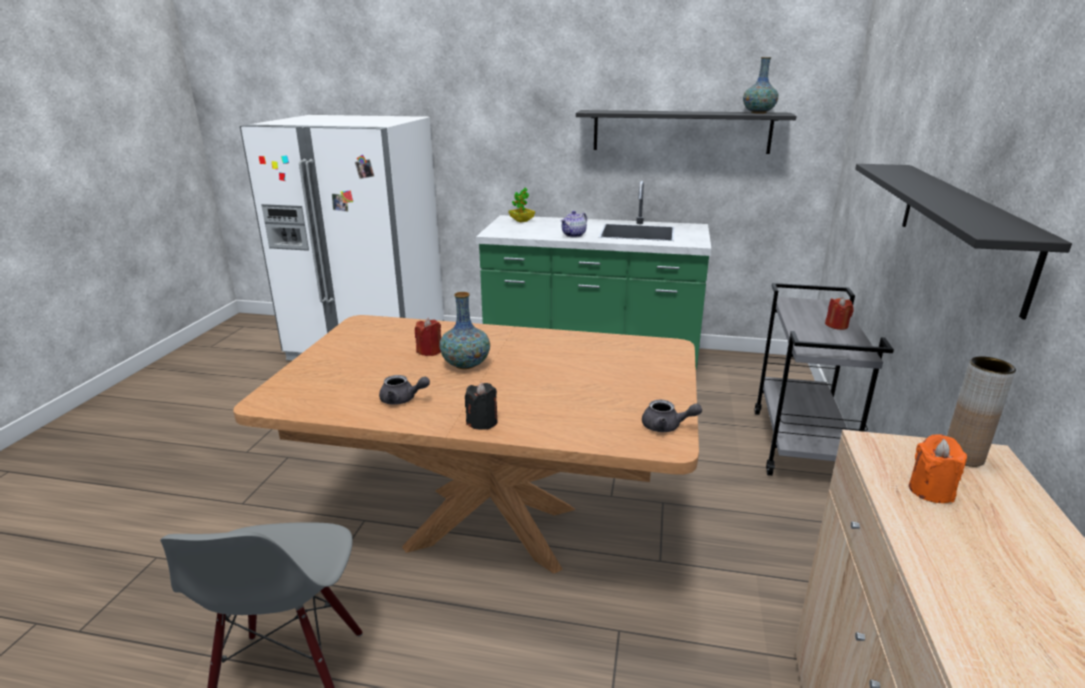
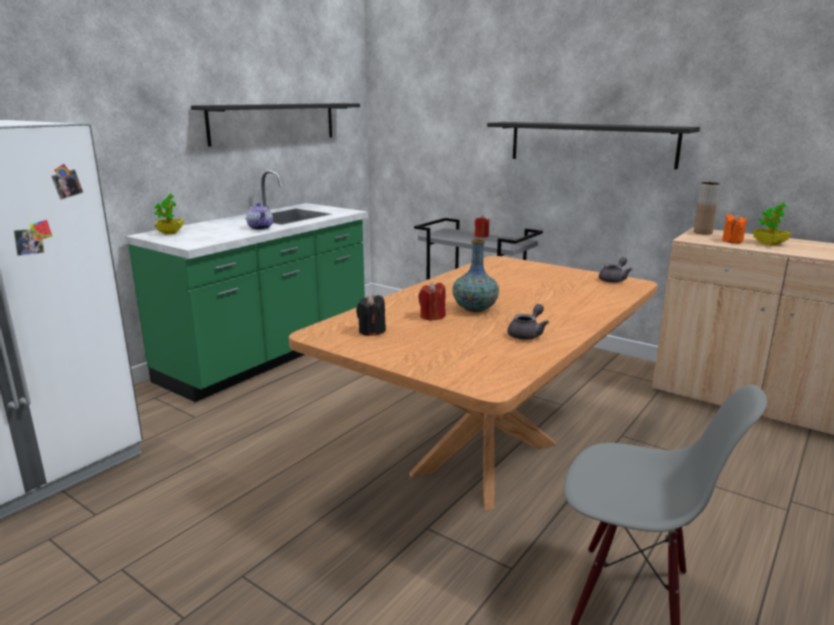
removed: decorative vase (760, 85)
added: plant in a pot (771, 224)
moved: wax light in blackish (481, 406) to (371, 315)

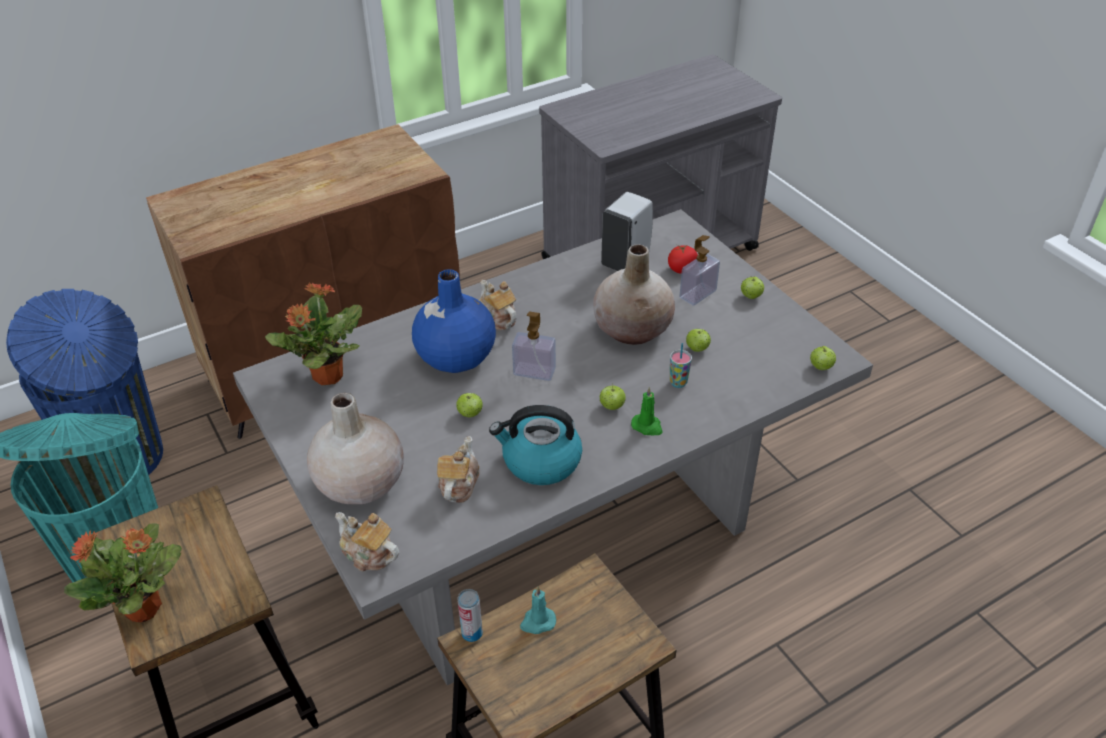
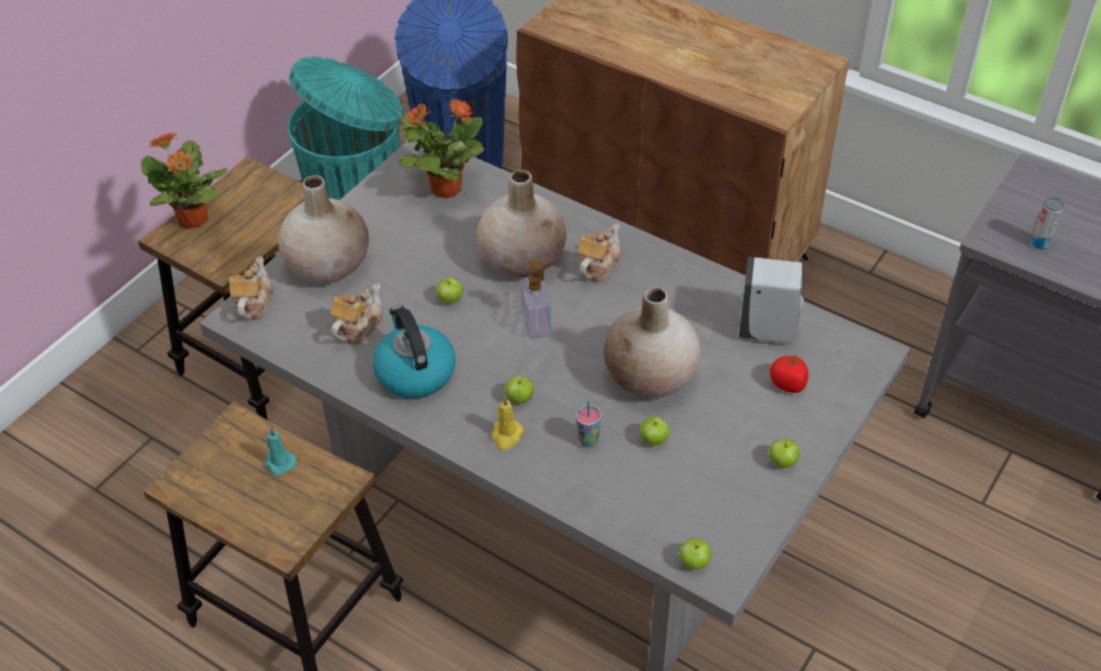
removed: soap dispenser (699, 270)
moved: metal can (470, 615) to (1047, 223)
recoloured: decorative vase in blue (454, 321) to decorative vase in sand-coloured (522, 223); wax light in green (647, 410) to wax light in yellowish (508, 423)
turned: pot for tea (458, 469) = (356, 314) 45 degrees counterclockwise

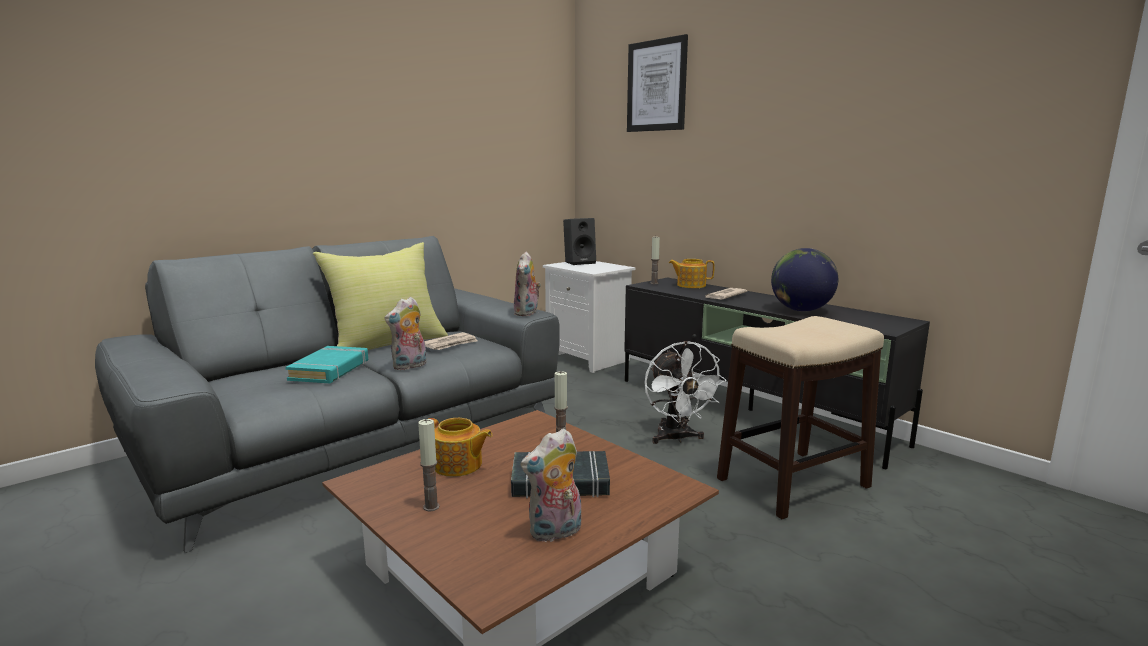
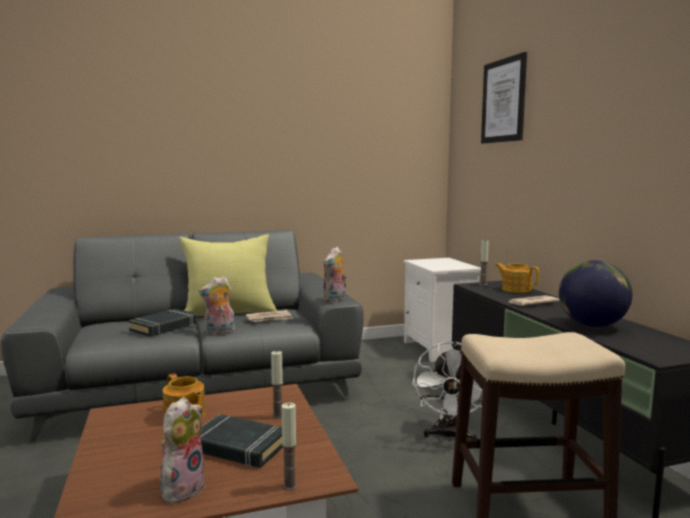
removed: speaker in blackish (579, 241)
moved: wax light (429, 465) to (289, 446)
recoloured: volume in turquoise-coloured (326, 364) to volume in blackish (162, 323)
turned: cuddly toy (551, 485) = (183, 450) 120 degrees clockwise

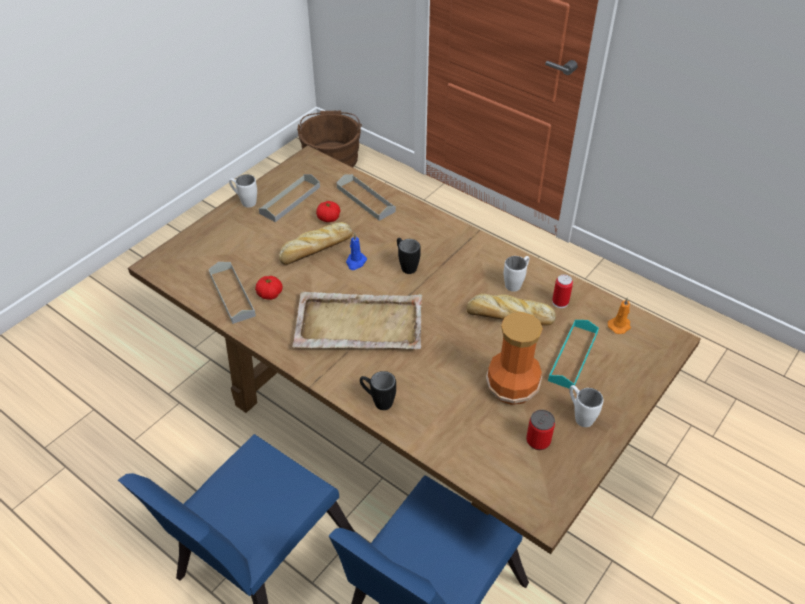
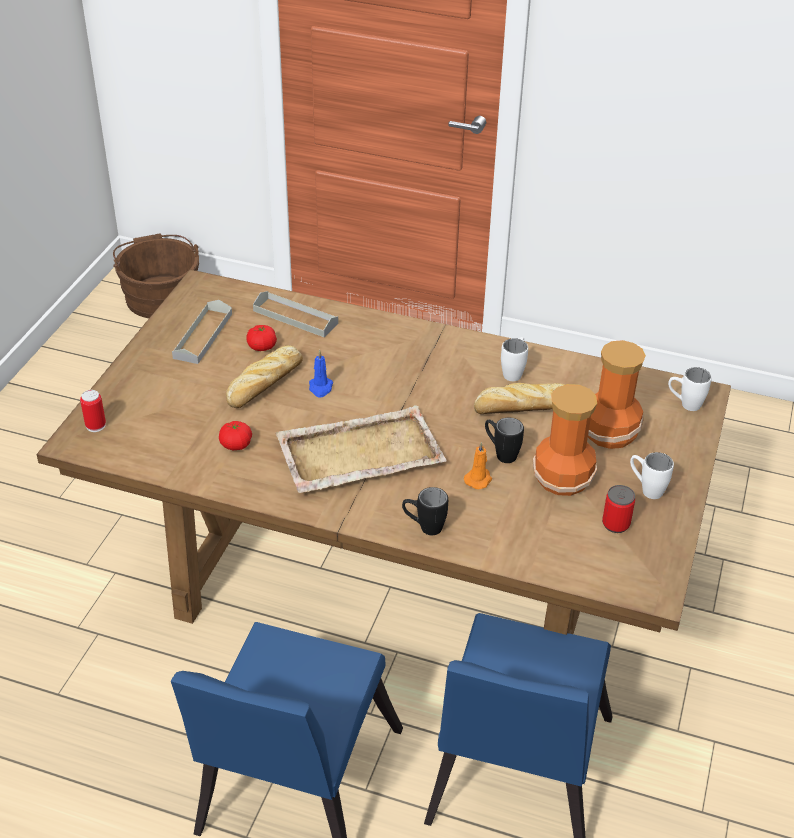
removed: serving tray in grey (232, 293)
moved: mug in whitish (243, 191) to (690, 389); mug in blackish (409, 256) to (504, 440); metal can (562, 291) to (93, 411); wax light in orange (619, 315) to (478, 465)
replaced: serving tray in turquoise-coloured (573, 354) to decorative vase (617, 394)

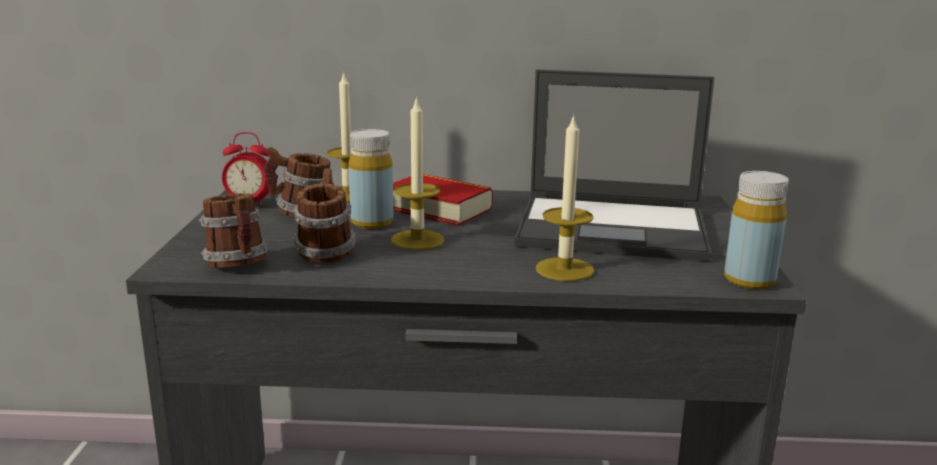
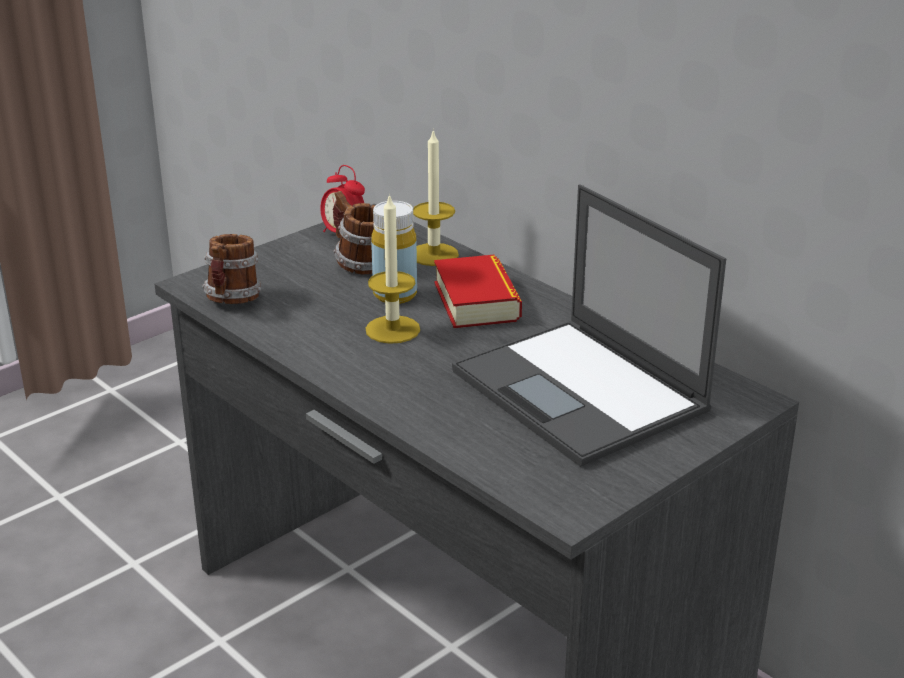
removed: wax light (565, 197); mug (324, 215); drink bottle in yellowish (756, 230)

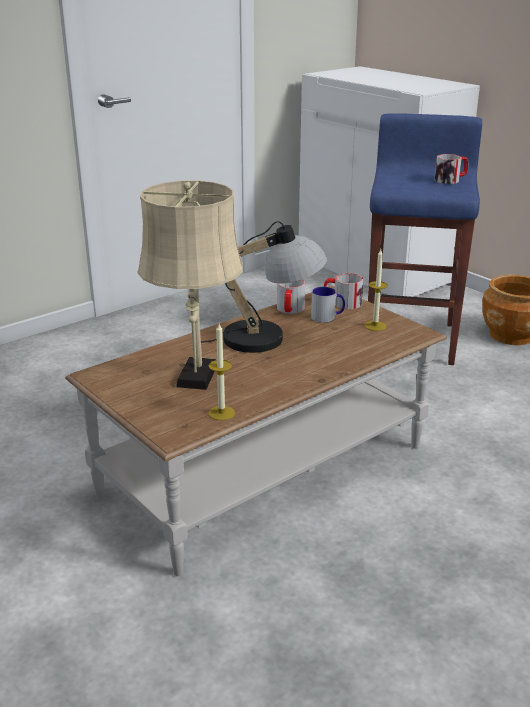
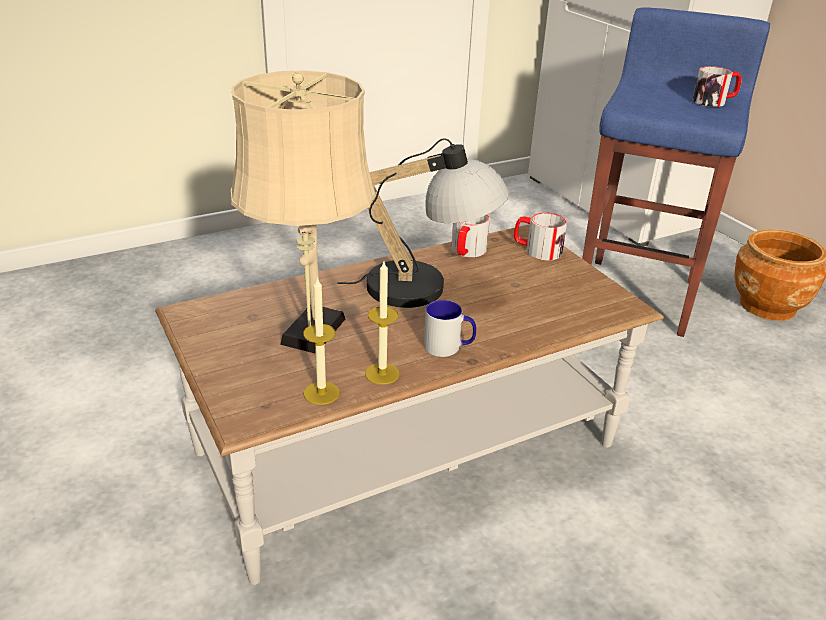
moved: wax light (376, 290) to (382, 323); mug (328, 305) to (450, 328)

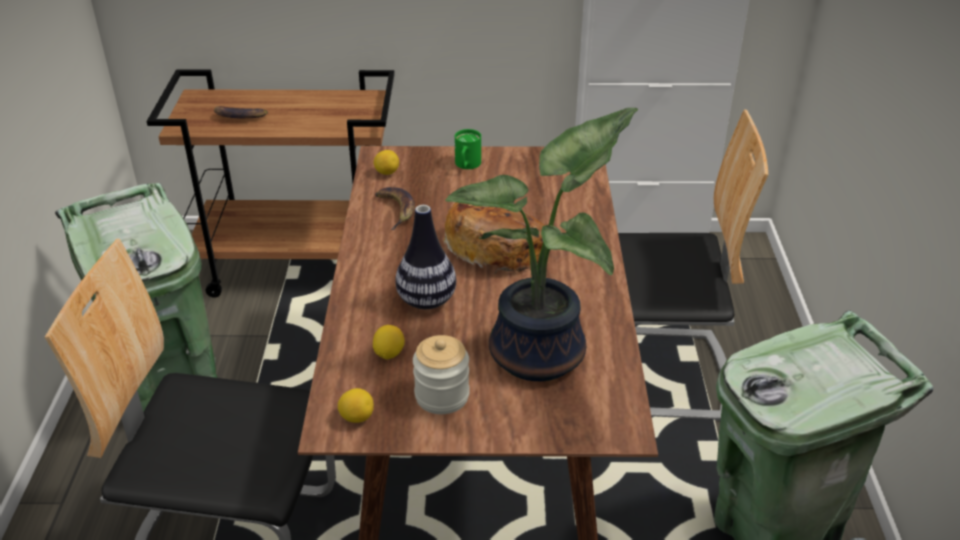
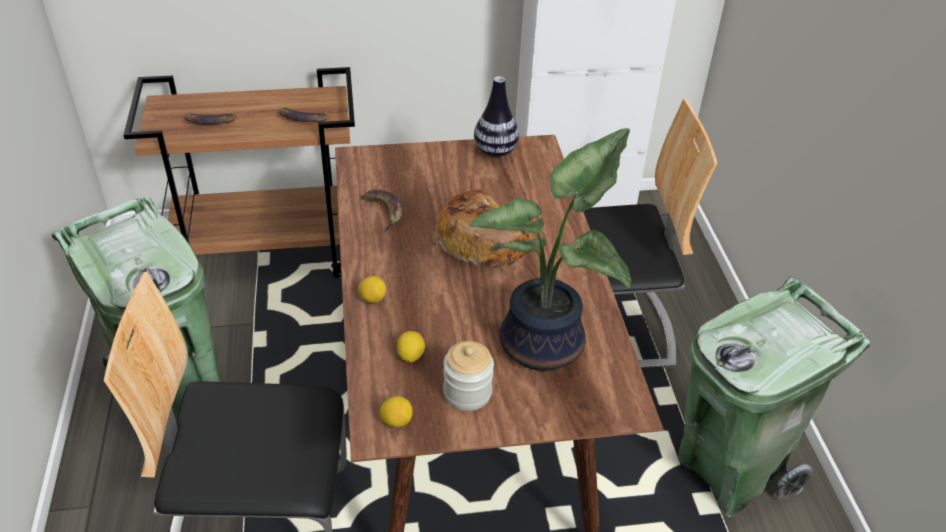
removed: mug in green (468, 149)
added: whole banana (304, 114)
moved: citrus fruit (386, 162) to (372, 289); decorative vase (425, 257) to (496, 116)

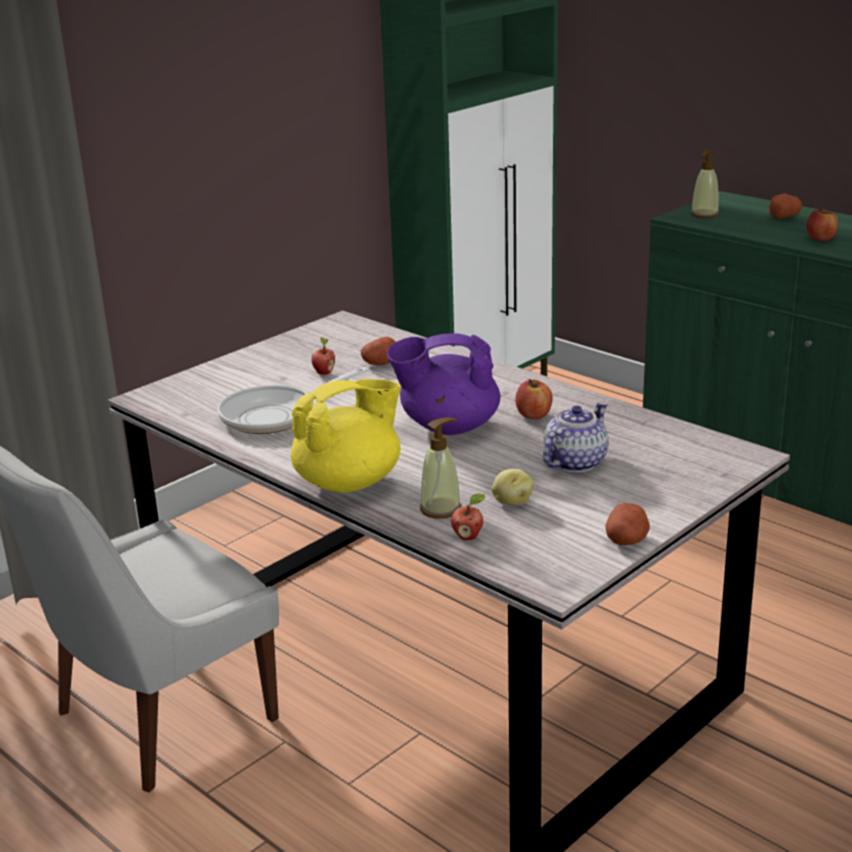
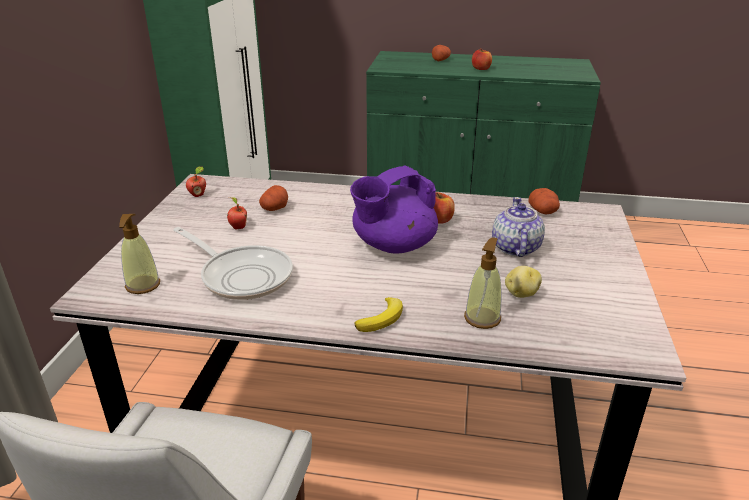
moved: soap dispenser (705, 184) to (139, 254); whole apple (468, 516) to (196, 182); potato (627, 524) to (544, 201)
replaced: pot for tea in yellowish (346, 436) to whole banana (378, 314)
turned: frying pan (294, 400) = (233, 263) 75 degrees counterclockwise

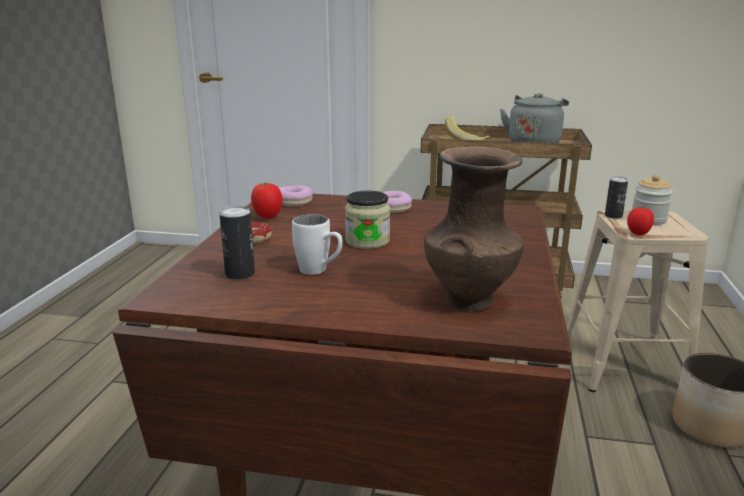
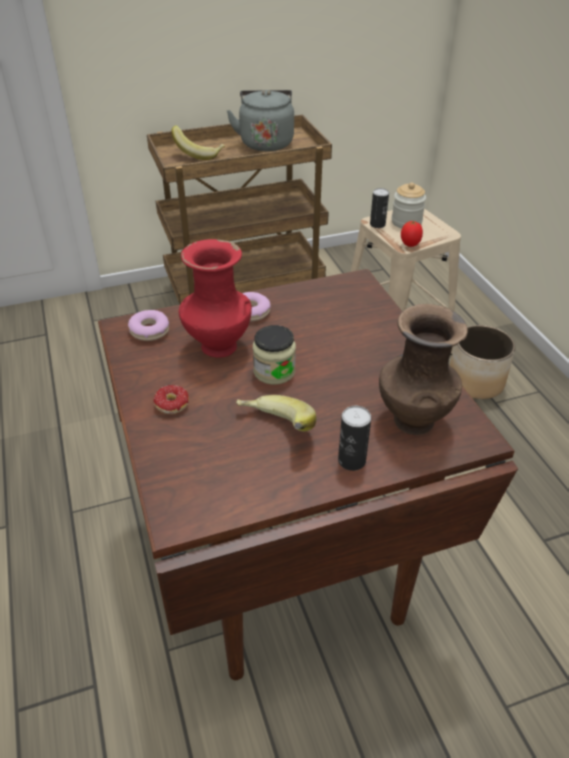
removed: tomato (267, 201)
added: decorative vase in reddish (215, 298)
moved: metal can (237, 243) to (354, 438)
replaced: mug in whitish (317, 244) to whole banana (276, 413)

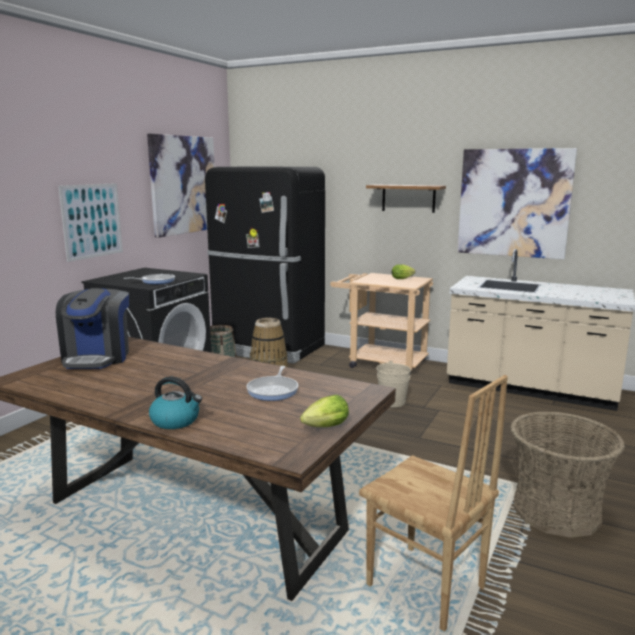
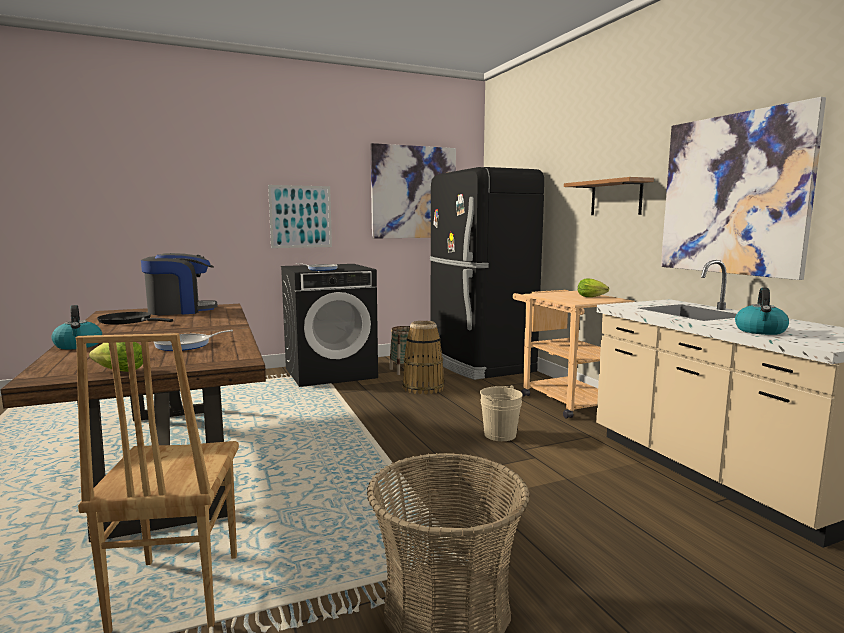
added: tea kettle (762, 311); frying pan in blackish (135, 318)
turned: coffee machine (92, 328) = (179, 284) 150 degrees counterclockwise

